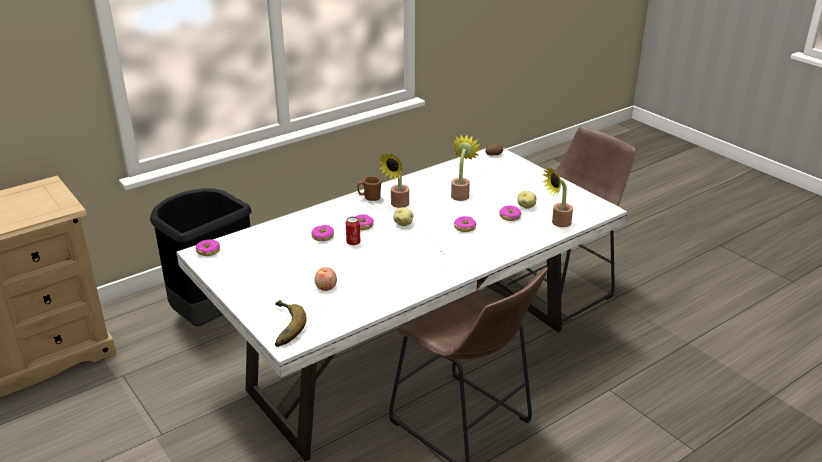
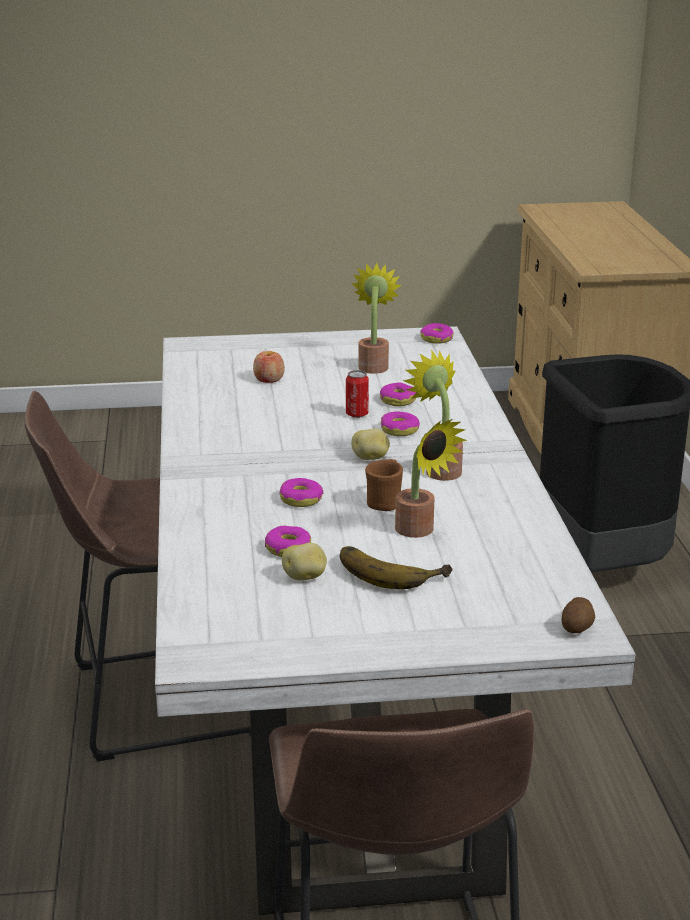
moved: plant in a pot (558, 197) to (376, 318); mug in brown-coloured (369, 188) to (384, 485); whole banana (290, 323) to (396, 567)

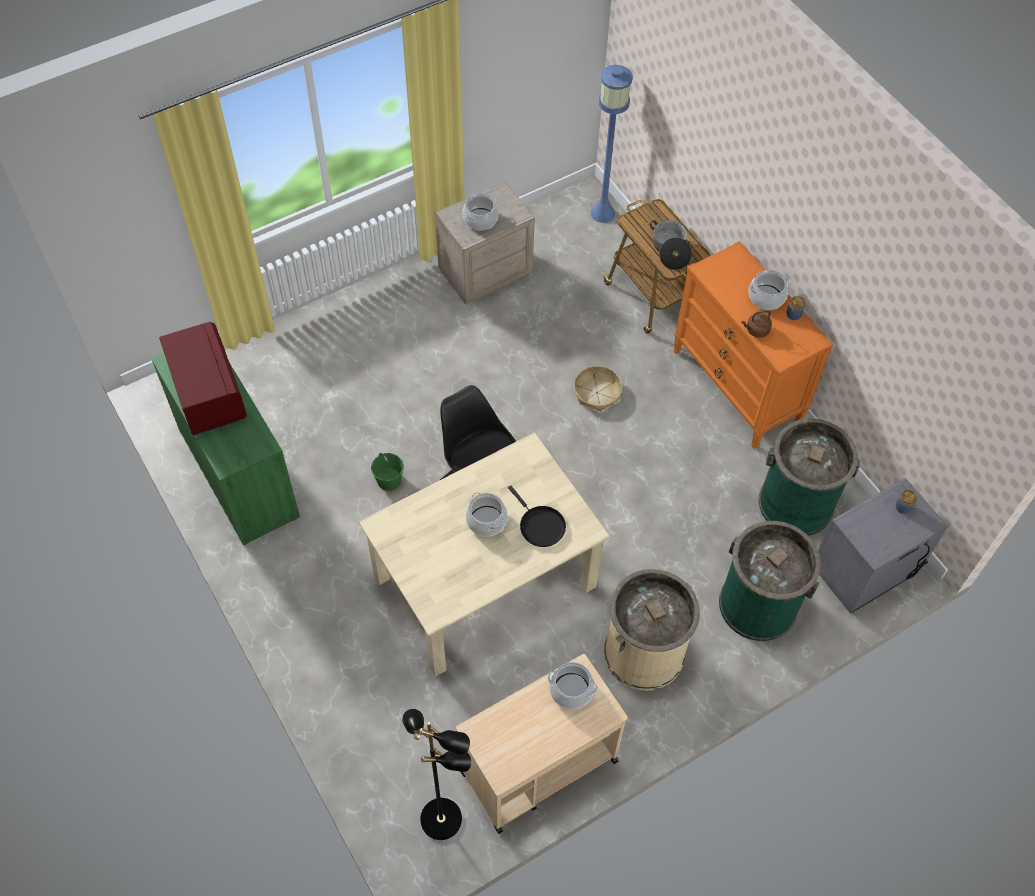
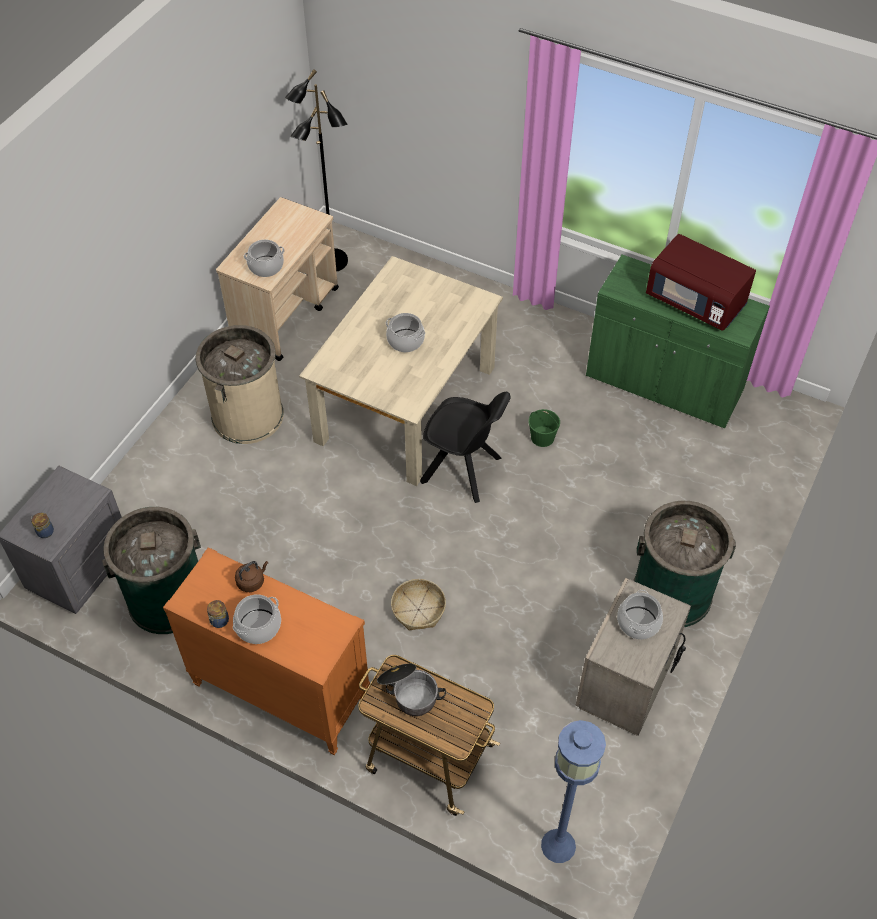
removed: frying pan in blackish (537, 516)
moved: rubbish bin in green (770, 581) to (684, 564)

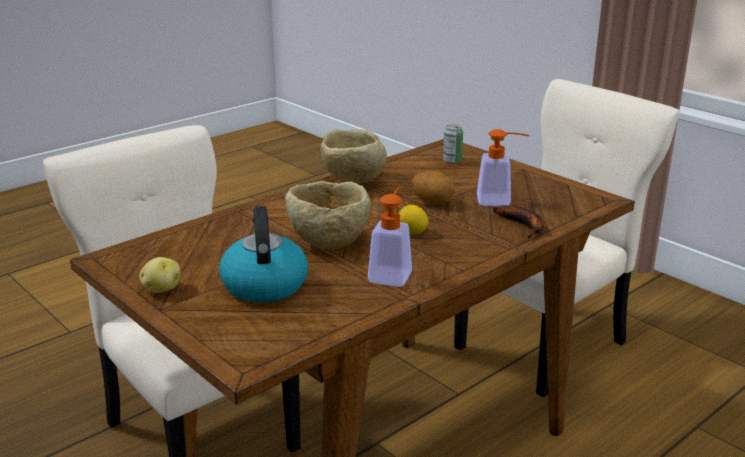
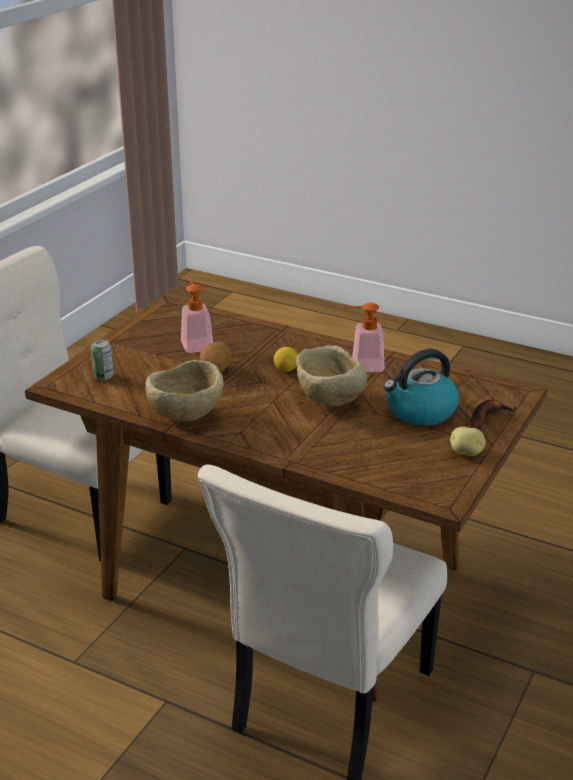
moved: whole banana (518, 221) to (494, 415)

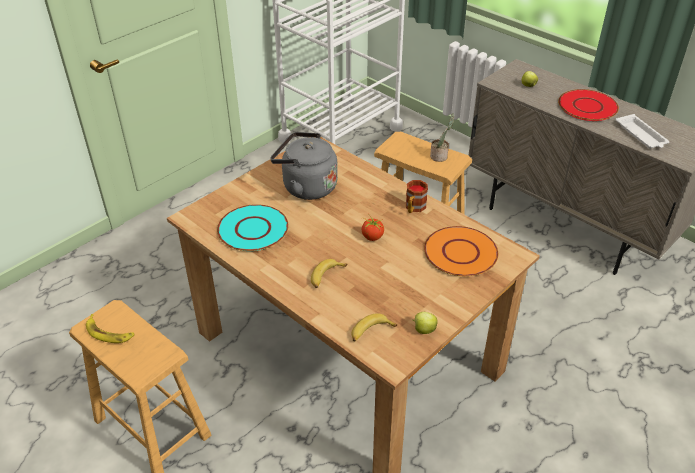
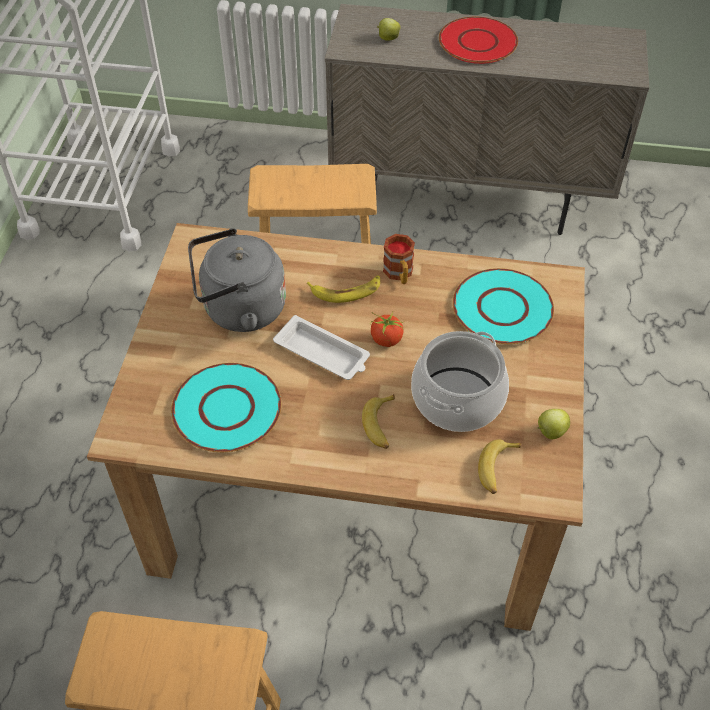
removed: plant in a pot (442, 137)
added: saucepot (460, 381)
moved: serving tray in whitish (642, 131) to (321, 347); whole banana (110, 328) to (343, 289)
recoloured: flat dish in orange (461, 251) to flat dish in turquoise-coloured (503, 306)

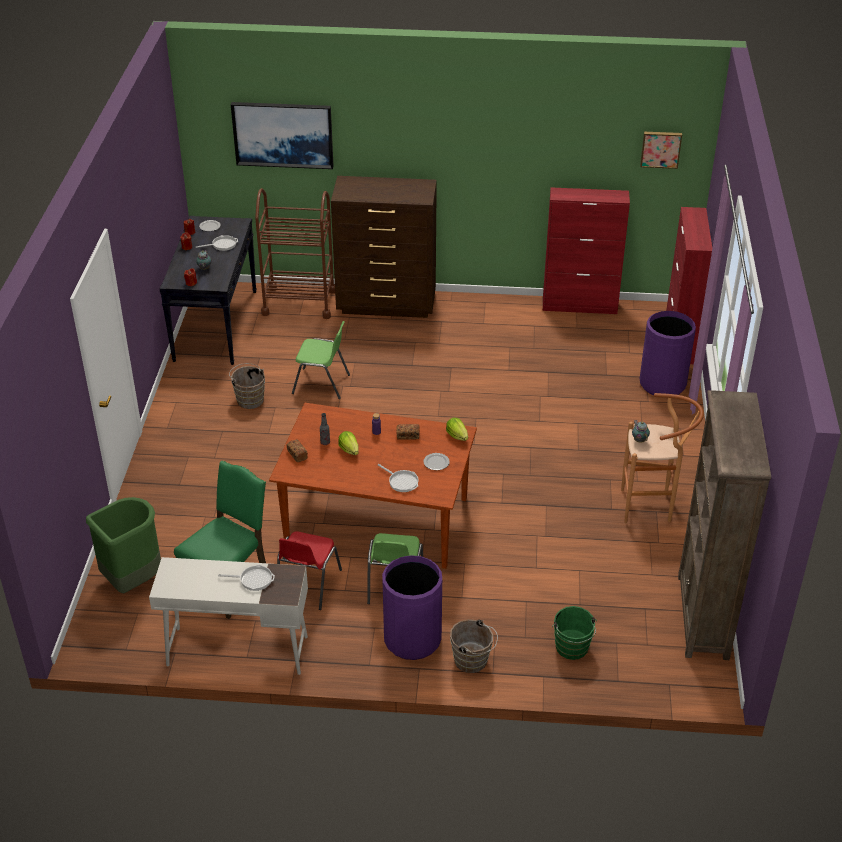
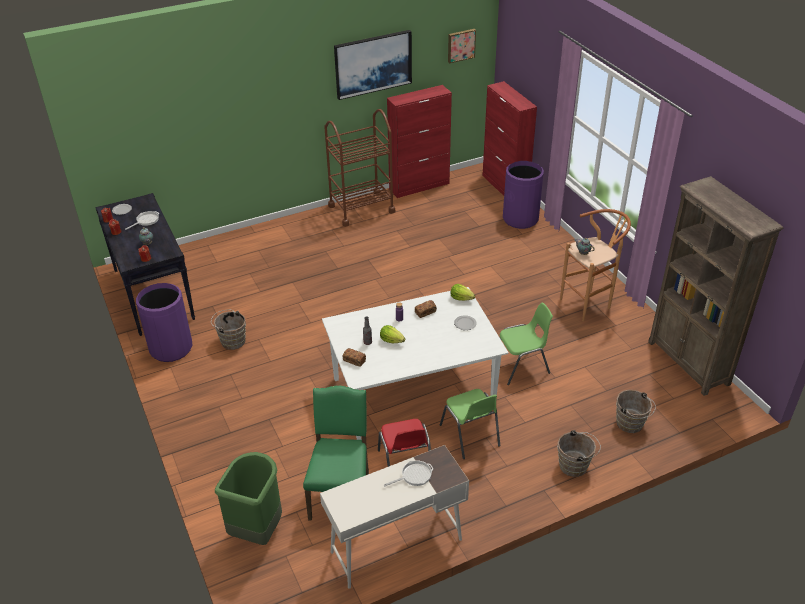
removed: drawer chest in brown-coloured (384, 247); frying pan (398, 478)
moved: wall art (282, 135) to (373, 65); cart in brown-coloured (295, 253) to (359, 168); upright chair in green (321, 360) to (526, 344); rubbish bin in purple (412, 607) to (164, 322)
recoloured: dining table in brown-coloured (373, 486) to dining table in whitish (415, 363); water bucket in green (574, 633) to water bucket in brown-coloured (636, 411)

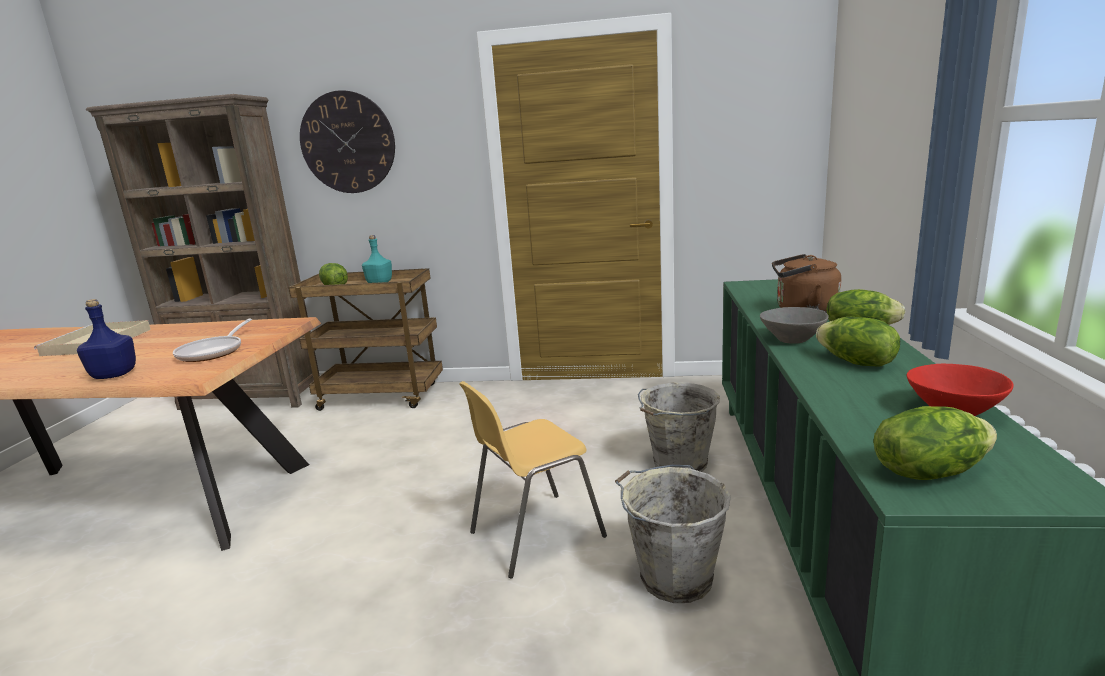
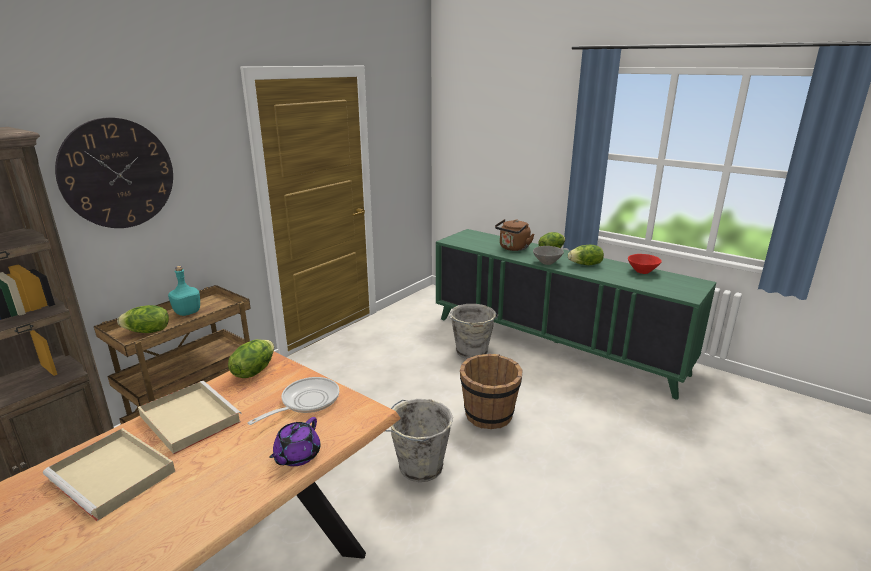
added: serving tray in sand-coloured (190, 417)
moved: lettuce head (935, 443) to (251, 358); water bucket in grey (673, 534) to (419, 440)
replaced: drink bottle in blue (106, 339) to pot for tea in purple (295, 441); upright chair in yellowish (533, 479) to water bucket in brown-coloured (491, 391)
turned: frying pan (212, 340) = (293, 401) 90 degrees counterclockwise

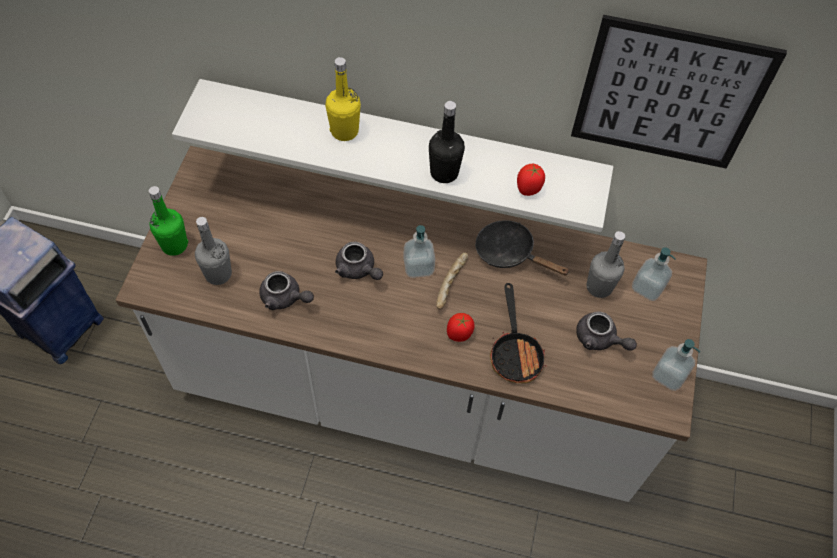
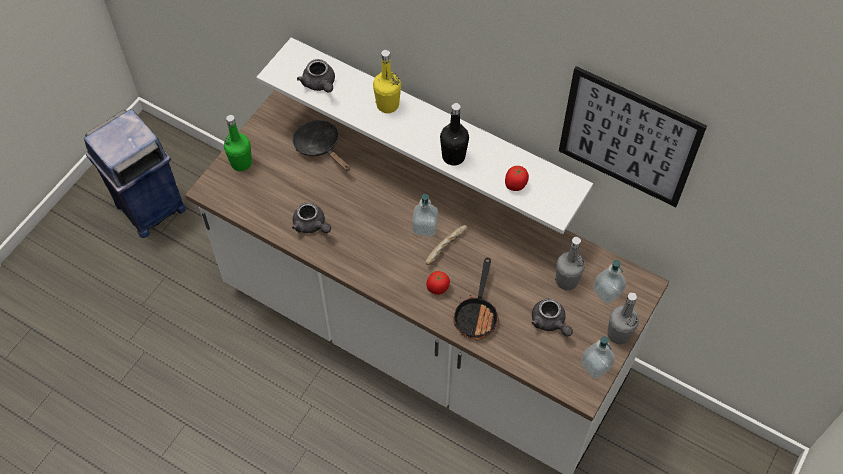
moved: drink bottle in grey (213, 251) to (623, 318); frying pan in blackish (522, 248) to (321, 145); pot for tea in grey (359, 261) to (316, 75)

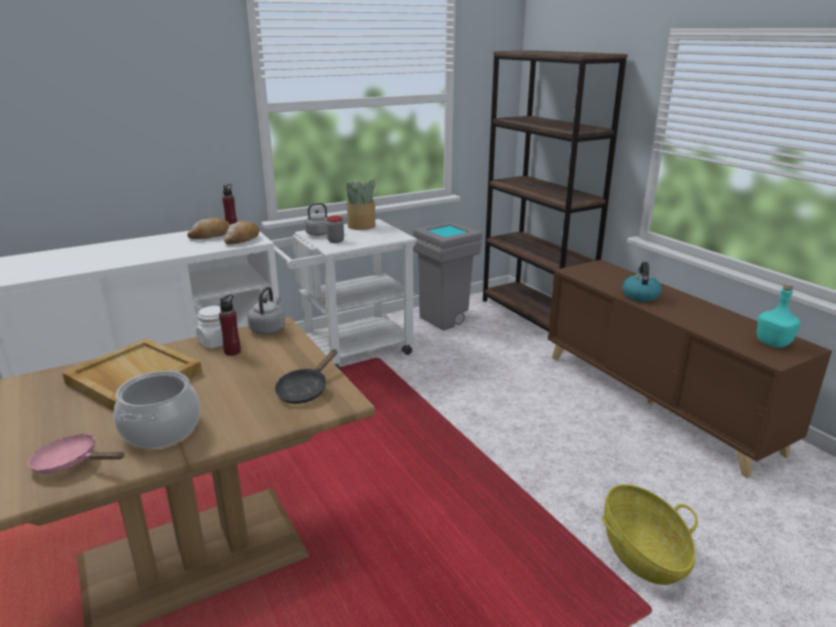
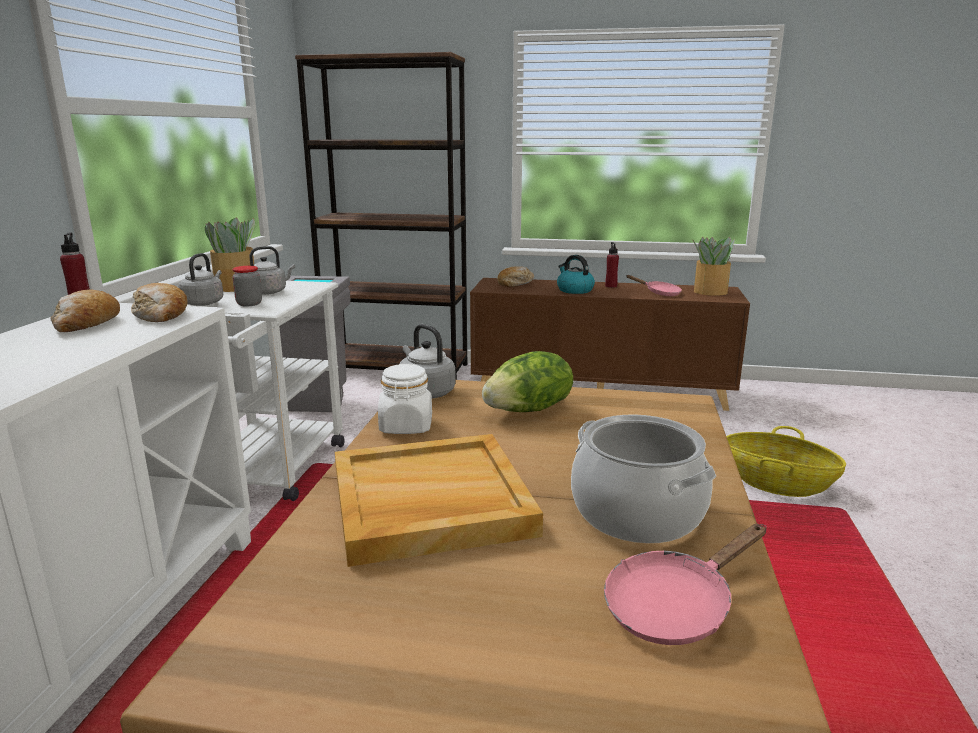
removed: frying pan in blackish (306, 376)
added: tea kettle in grey (272, 270); baked bread (515, 276); frying pan in pink (654, 285); lettuce head (527, 381)
moved: drink bottle in reddish (230, 325) to (612, 265)
replaced: drink bottle in turquoise-coloured (779, 316) to plant in a pot (714, 266)

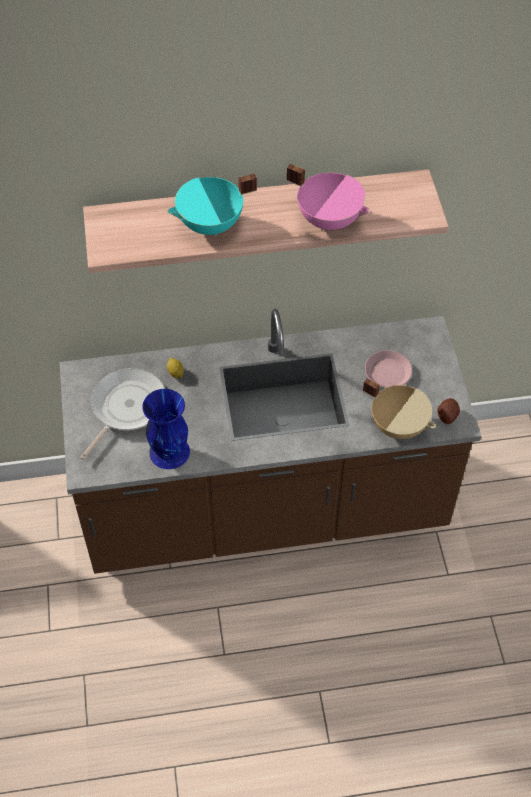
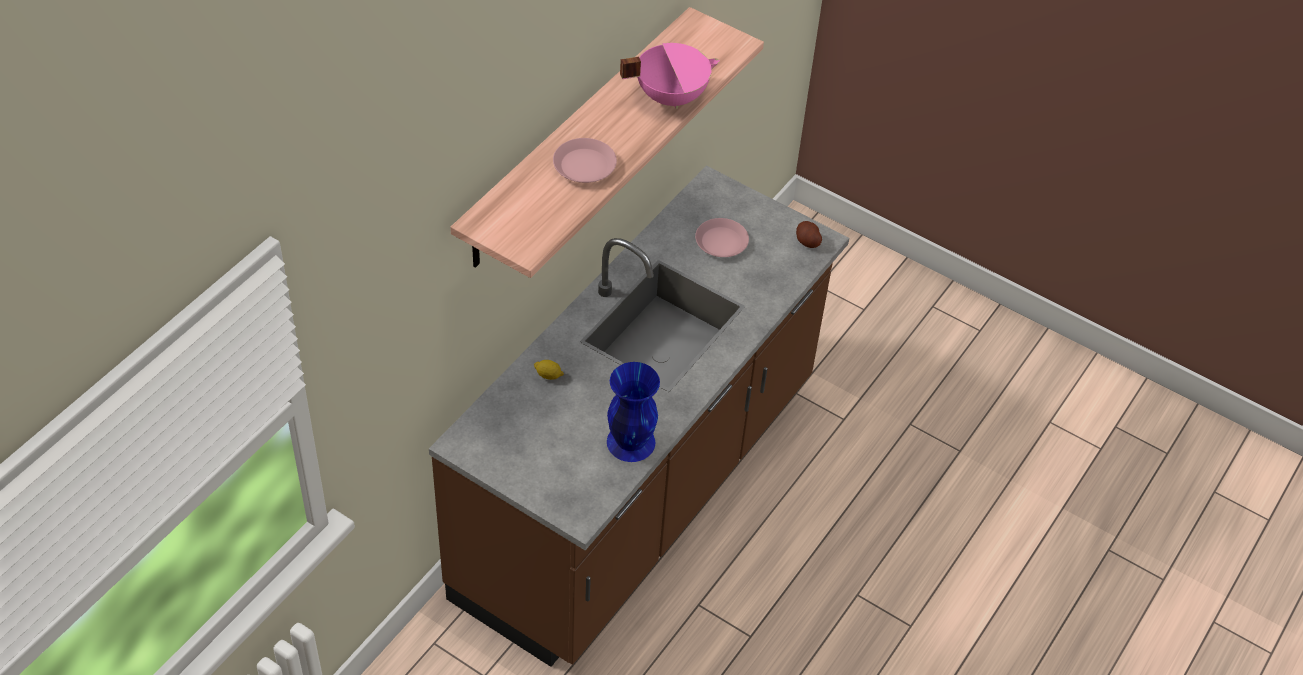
removed: frying pan (122, 414); saucepot in sand-coloured (399, 408)
replaced: saucepot in turquoise-coloured (212, 205) to flat dish in pink (585, 160)

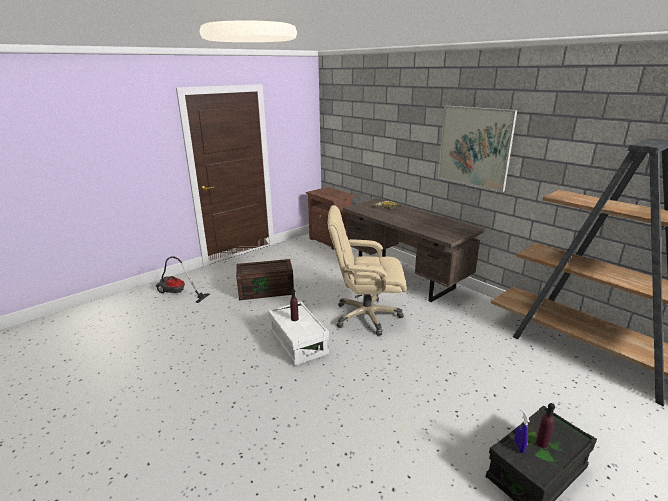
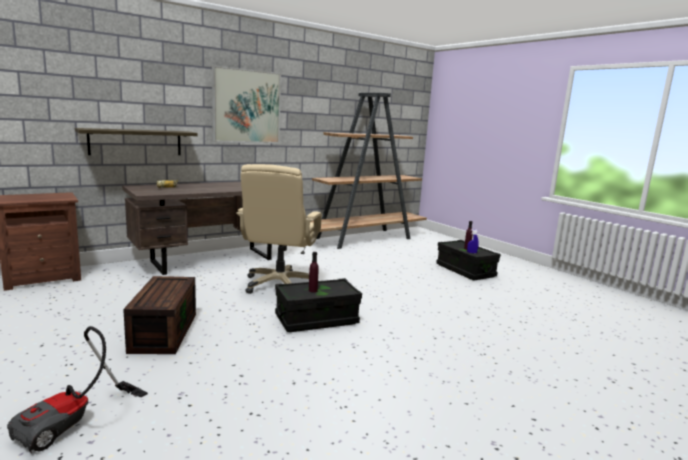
added: shelf (136, 141)
recoloured: storage bin in whitish (298, 333) to storage bin in blackish (318, 305)

